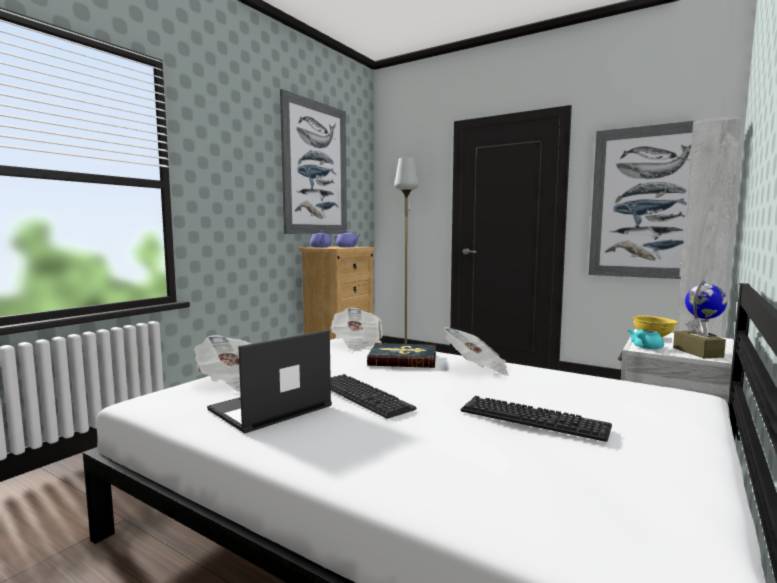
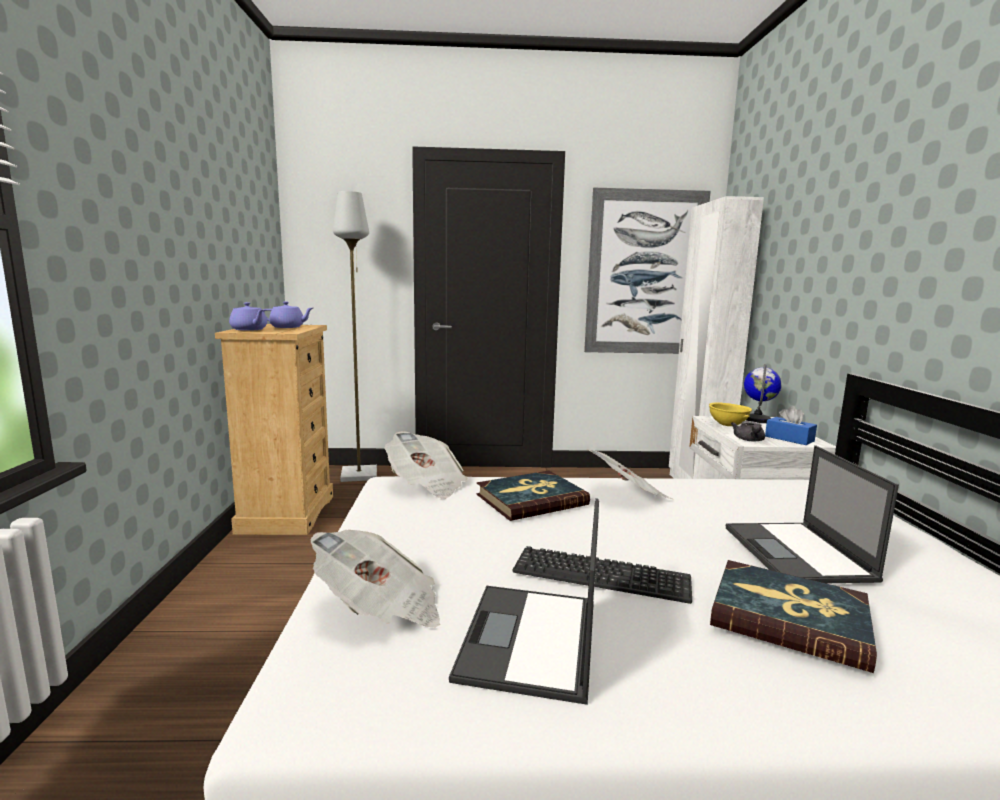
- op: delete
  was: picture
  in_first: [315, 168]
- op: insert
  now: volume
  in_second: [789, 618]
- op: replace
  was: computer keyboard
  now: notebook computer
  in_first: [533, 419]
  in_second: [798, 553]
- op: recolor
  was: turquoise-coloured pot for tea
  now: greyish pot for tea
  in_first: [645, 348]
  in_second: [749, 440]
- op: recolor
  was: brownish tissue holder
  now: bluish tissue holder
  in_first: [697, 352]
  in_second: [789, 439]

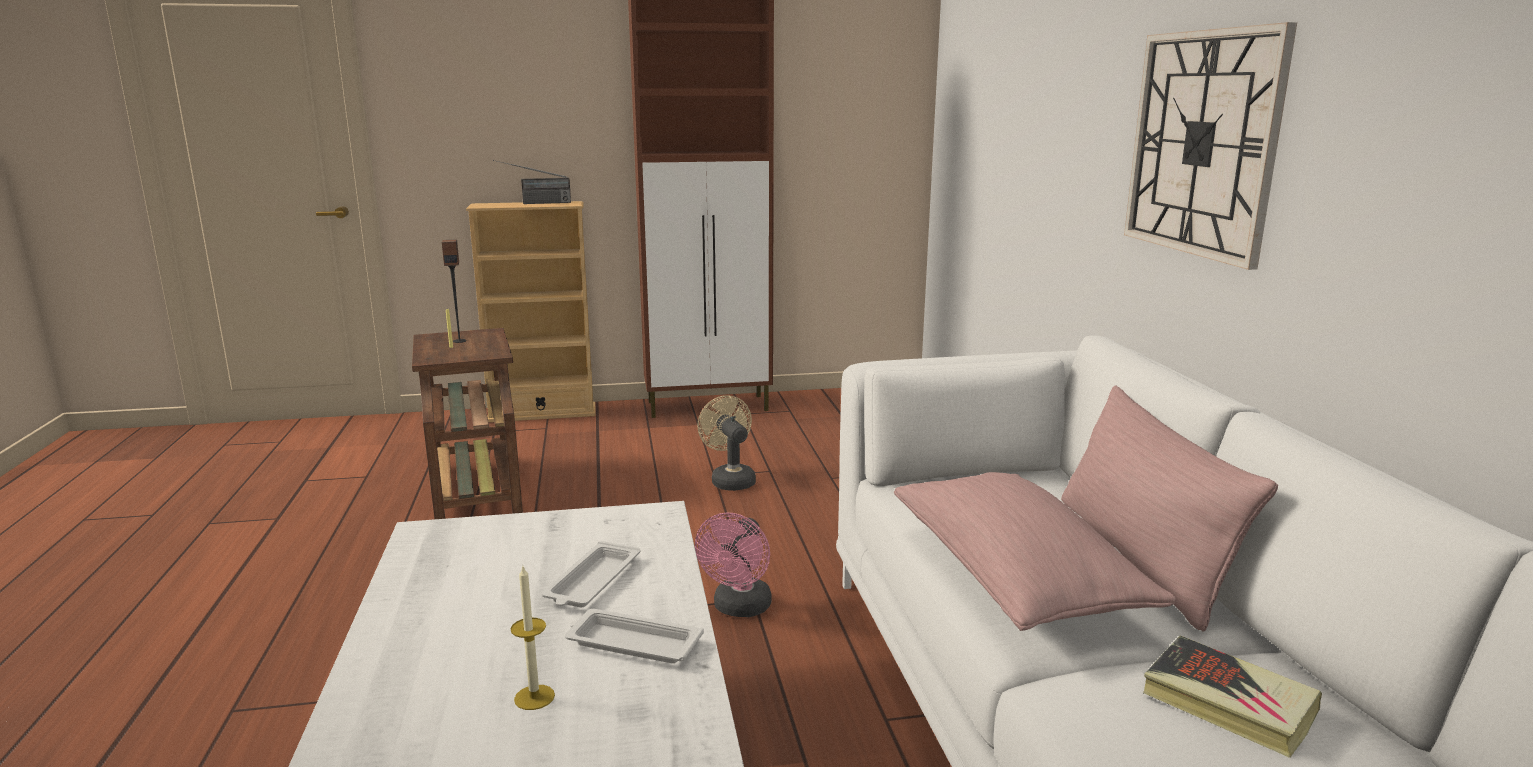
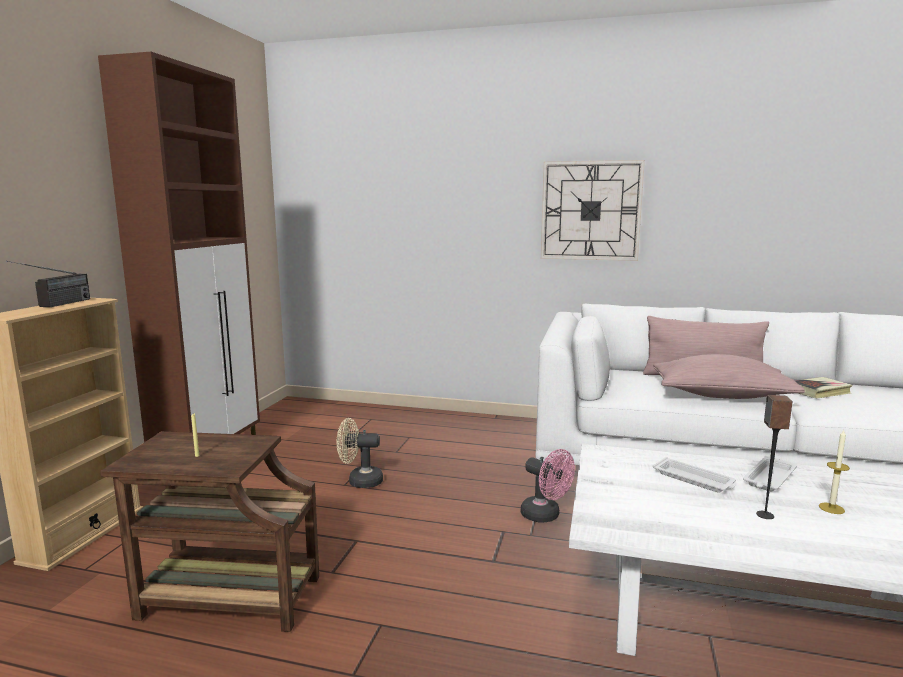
- op: move
  was: audio speaker
  in_first: [459, 341]
  in_second: [764, 515]

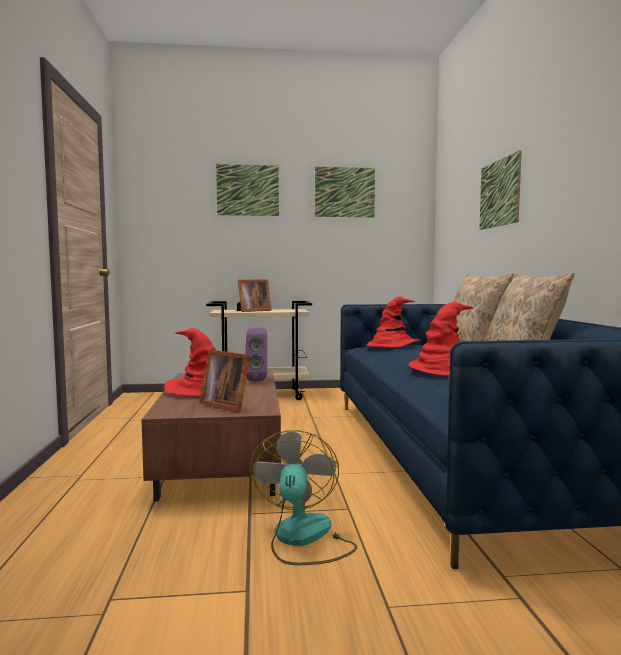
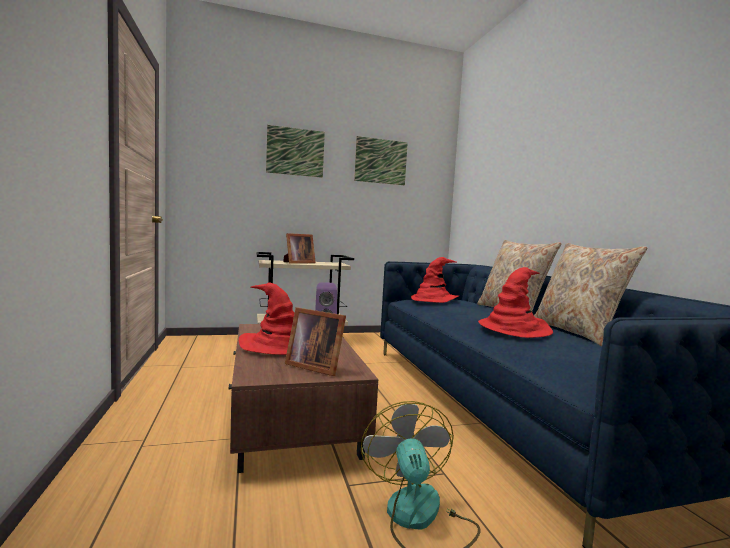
- op: delete
  was: picture
  in_first: [499, 193]

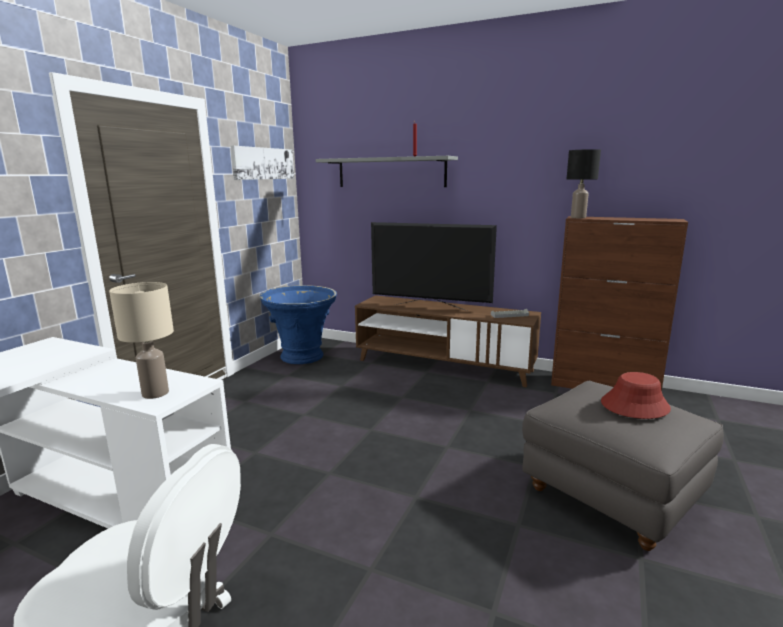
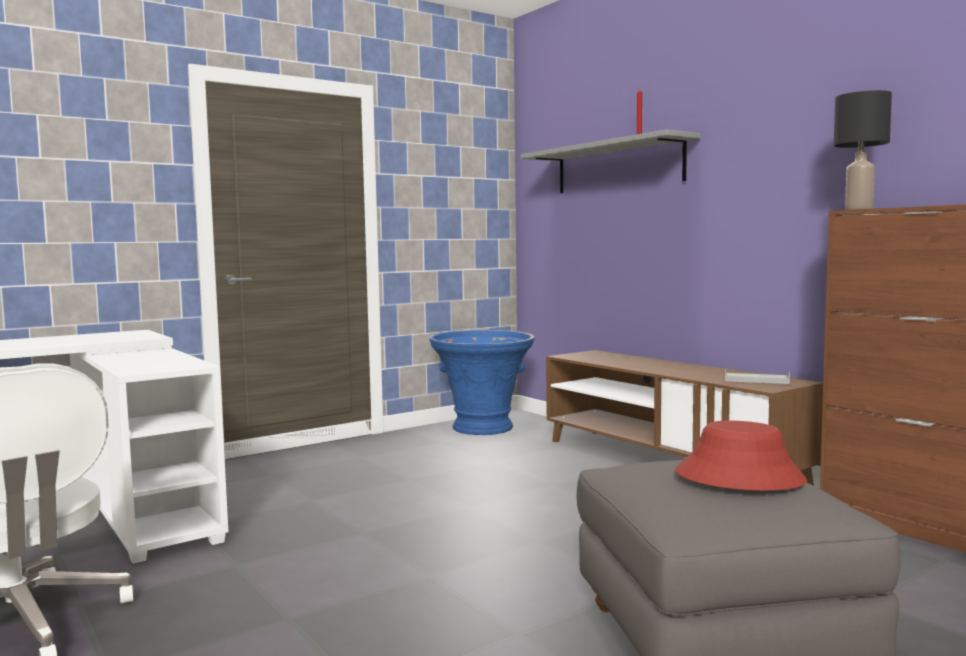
- op: delete
  was: sand-coloured tabletop lamp
  in_first: [156, 393]
- op: delete
  was: picture
  in_first: [263, 163]
- op: delete
  was: TV set
  in_first: [430, 307]

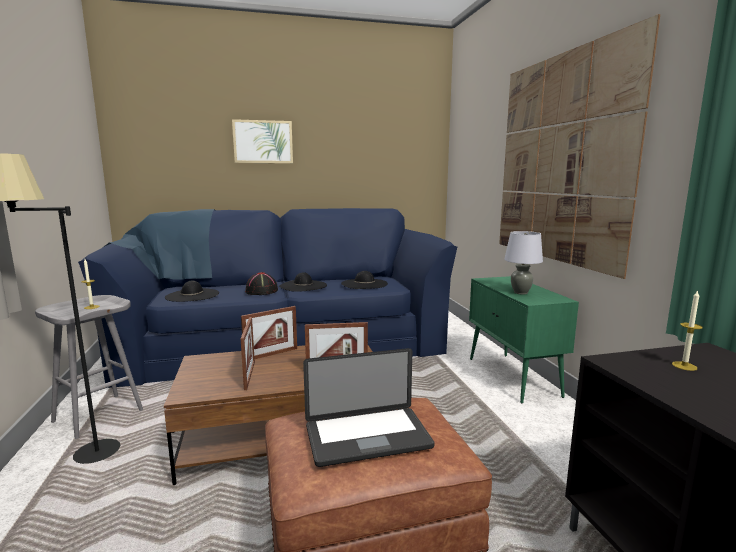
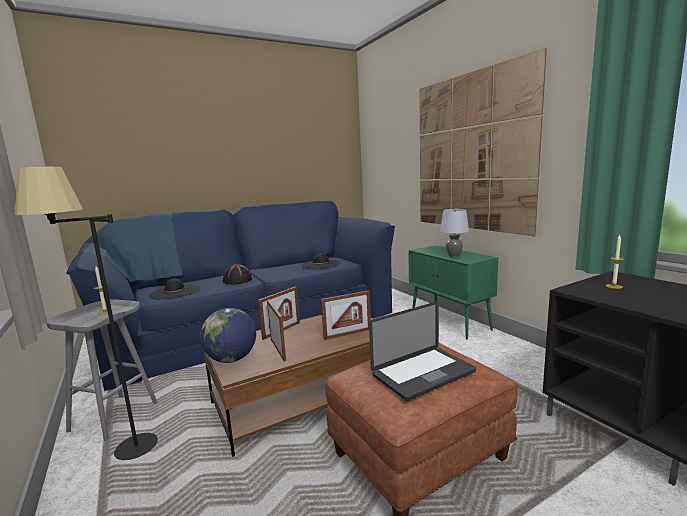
- op: delete
  was: picture
  in_first: [263, 142]
- op: delete
  was: black-coloured clothing hat
  in_first: [303, 286]
- op: insert
  now: globe
  in_second: [232, 359]

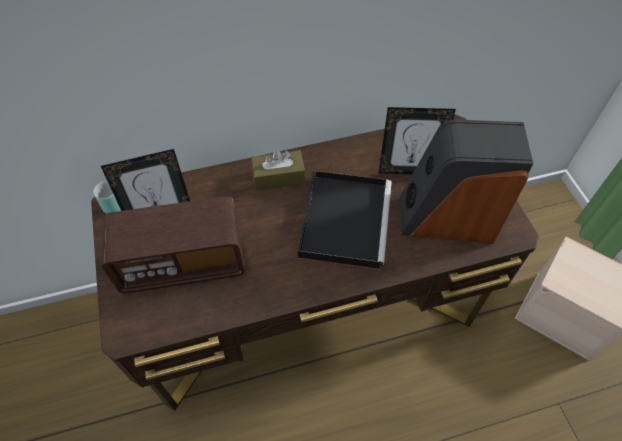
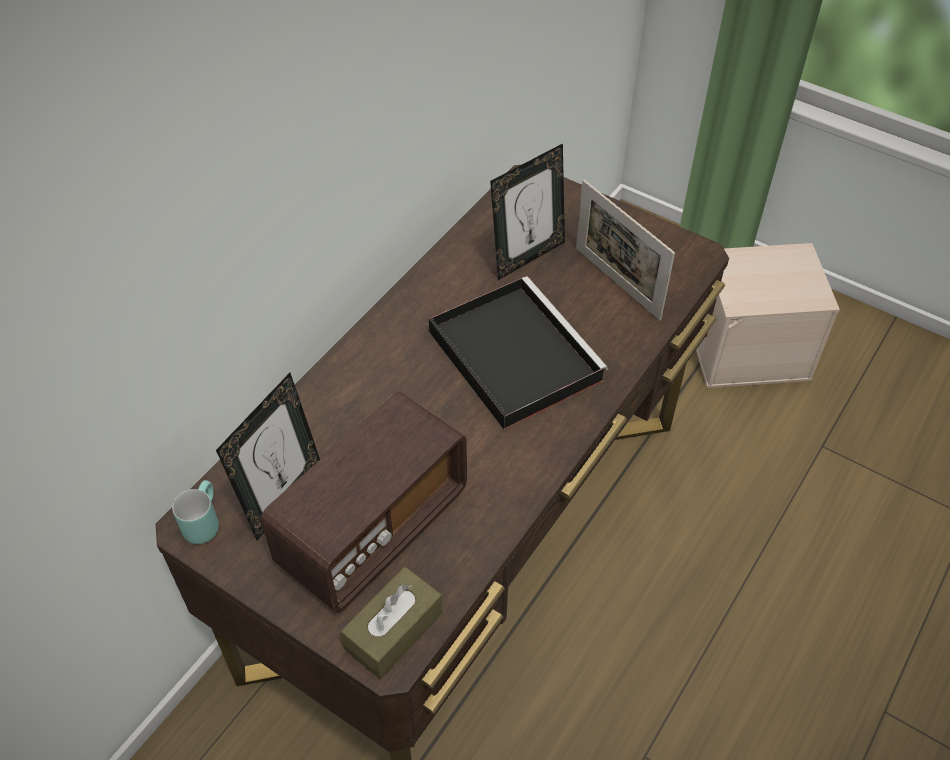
- op: move
  was: brownish tissue holder
  in_first: [278, 177]
  in_second: [394, 631]
- op: replace
  was: audio speaker
  now: picture frame
  in_first: [446, 218]
  in_second: [617, 283]

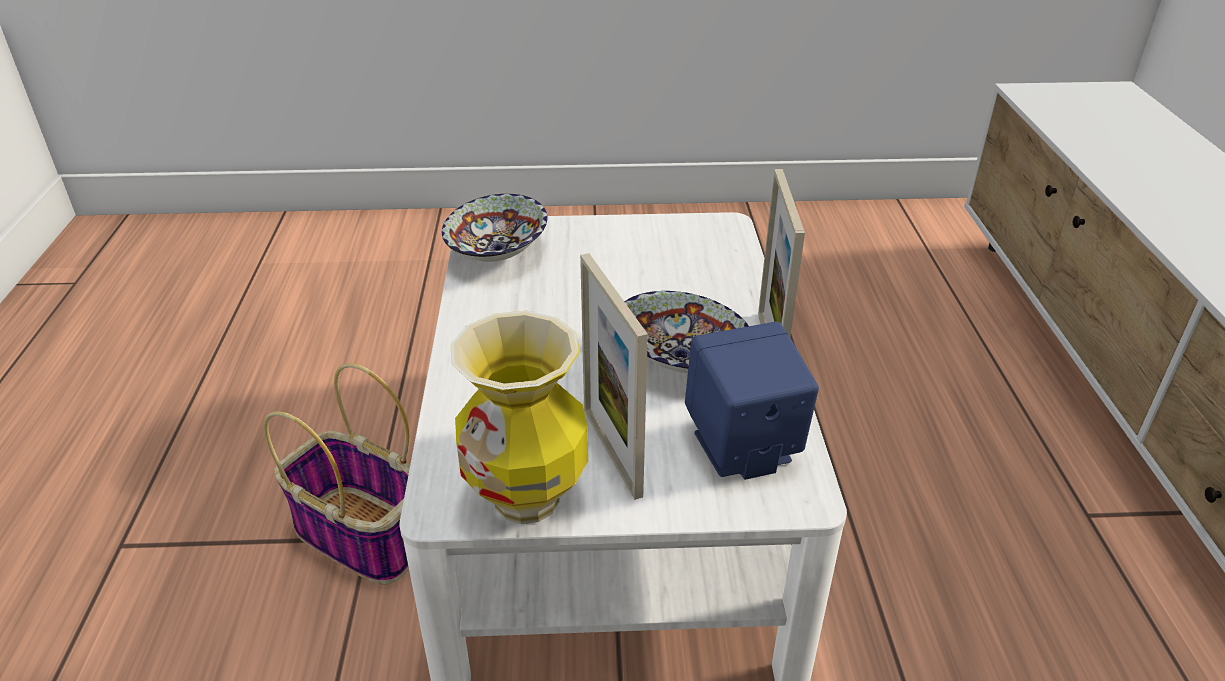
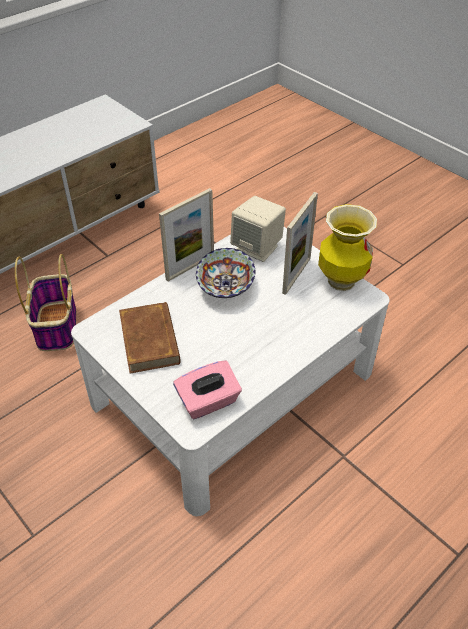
- op: insert
  now: brownish volume
  in_second: [150, 340]
- op: move
  was: storage basket
  in_first: [365, 536]
  in_second: [56, 325]
- op: replace
  was: bowl
  now: pinkish tissue holder
  in_first: [499, 253]
  in_second: [208, 402]
- op: recolor
  was: bluish audio speaker
  now: sand-coloured audio speaker
  in_first: [742, 448]
  in_second: [257, 248]

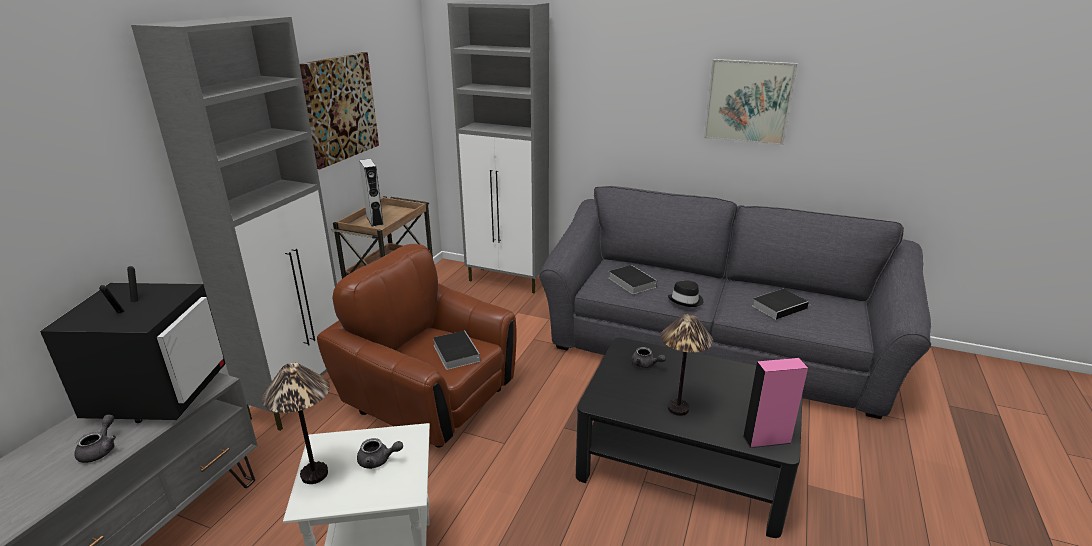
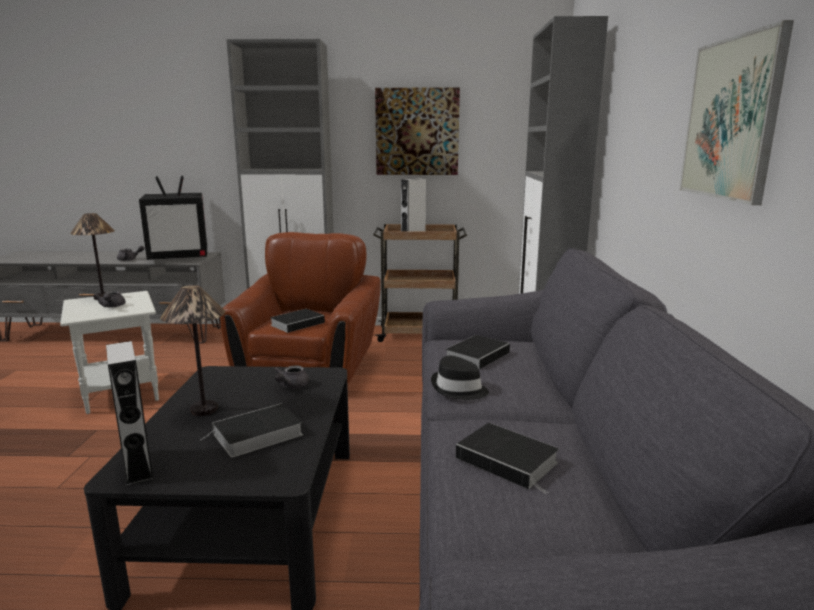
- op: insert
  now: volume
  in_second: [256, 435]
- op: recolor
  was: pinkish audio speaker
  now: greyish audio speaker
  in_first: [767, 439]
  in_second: [137, 467]

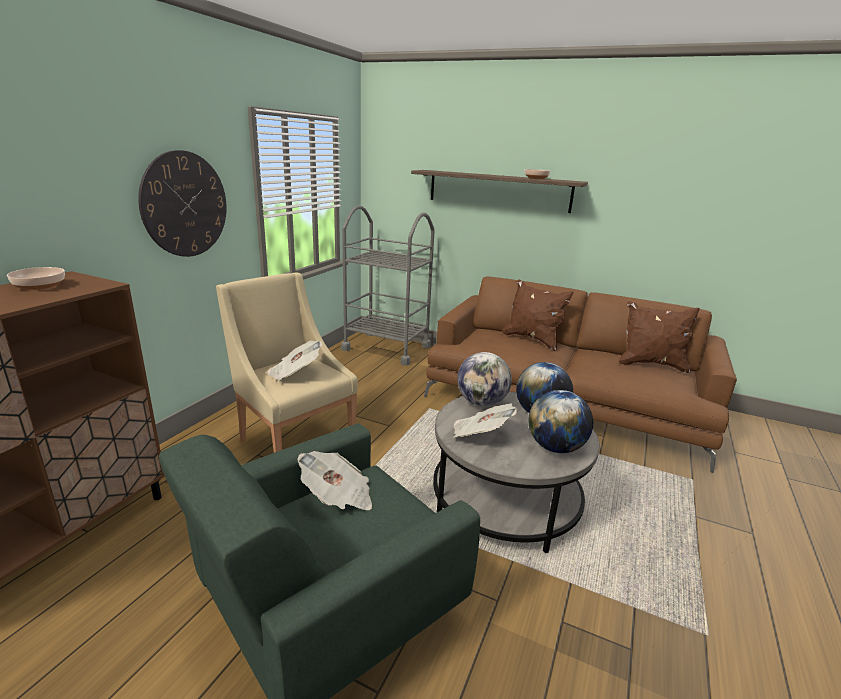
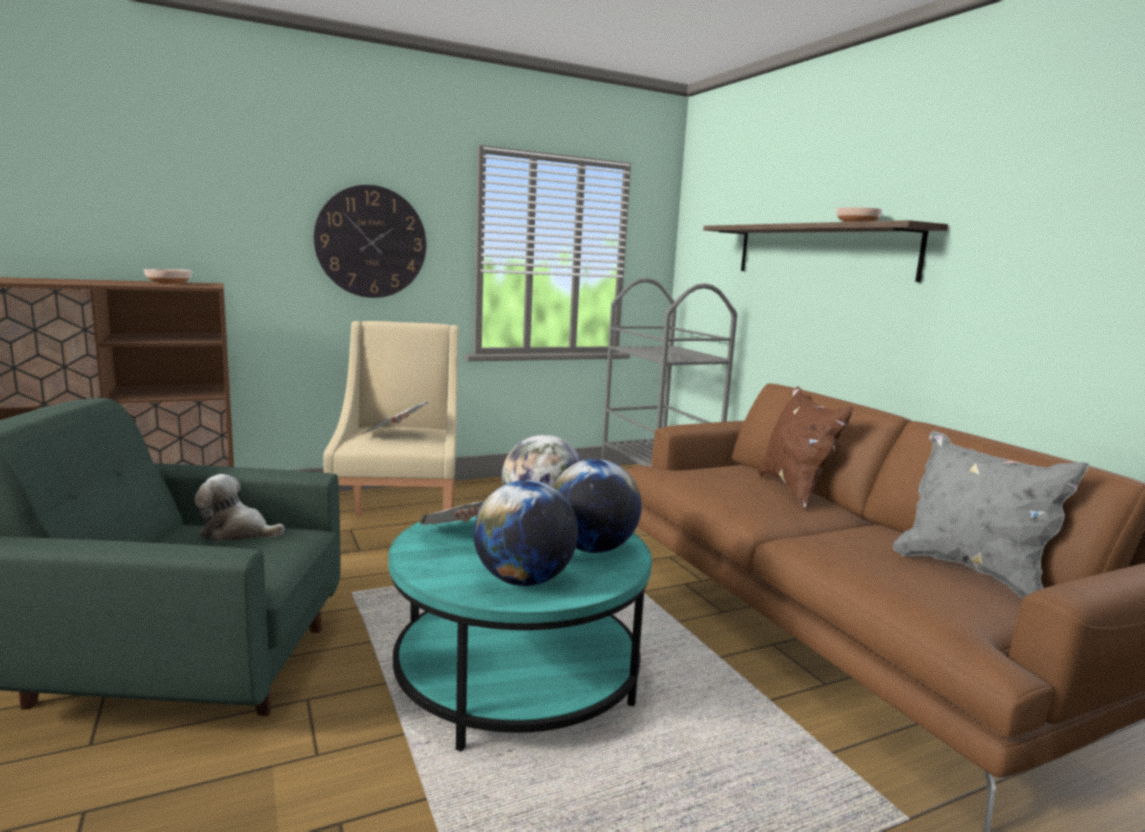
- op: replace
  was: printed paper
  now: soft toy
  in_first: [338, 496]
  in_second: [237, 532]
- op: recolor
  was: greyish coffee table
  now: turquoise-coloured coffee table
  in_first: [505, 499]
  in_second: [517, 675]
- op: recolor
  was: brownish throw pillow
  now: greyish throw pillow
  in_first: [651, 364]
  in_second: [971, 572]

